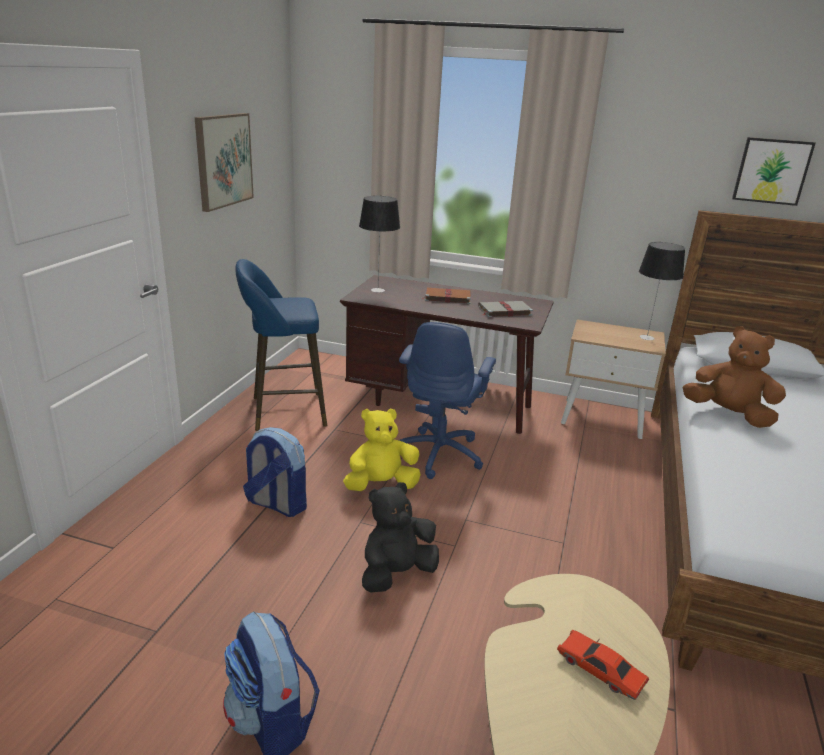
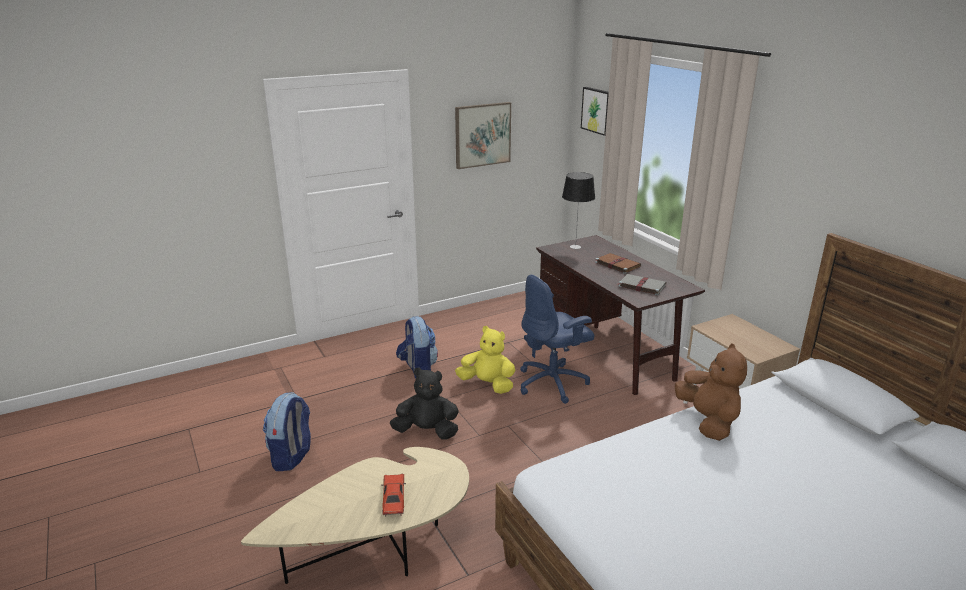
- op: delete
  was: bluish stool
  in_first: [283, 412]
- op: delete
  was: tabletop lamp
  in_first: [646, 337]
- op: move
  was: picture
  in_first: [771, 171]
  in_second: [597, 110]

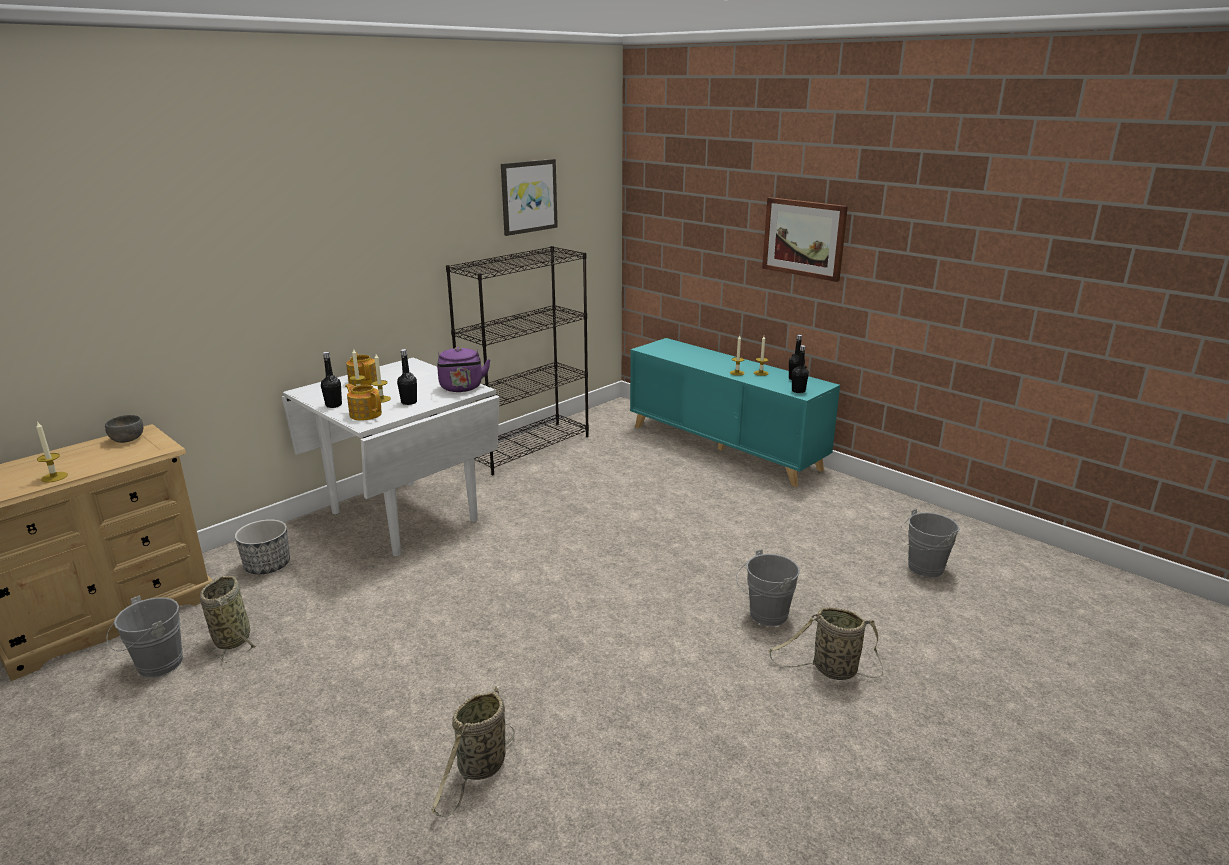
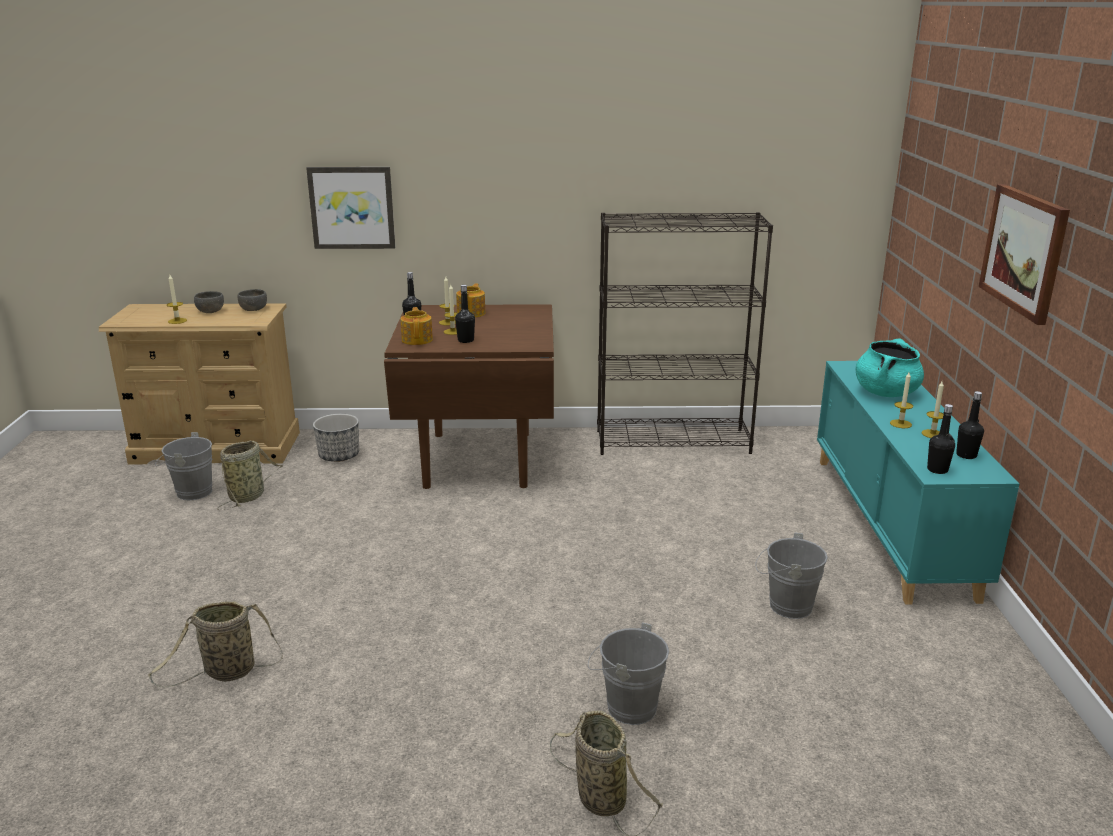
- op: delete
  was: purple water kettle
  in_first: [461, 388]
- op: insert
  now: greyish bowl
  in_second: [210, 311]
- op: insert
  now: turquoise-coloured saucepot
  in_second: [886, 393]
- op: move
  was: picture
  in_first: [528, 196]
  in_second: [352, 207]
- op: move
  was: greyish bucket
  in_first: [922, 569]
  in_second: [785, 605]
- op: recolor
  was: white dinner table
  now: brownish dinner table
  in_first: [405, 515]
  in_second: [480, 459]

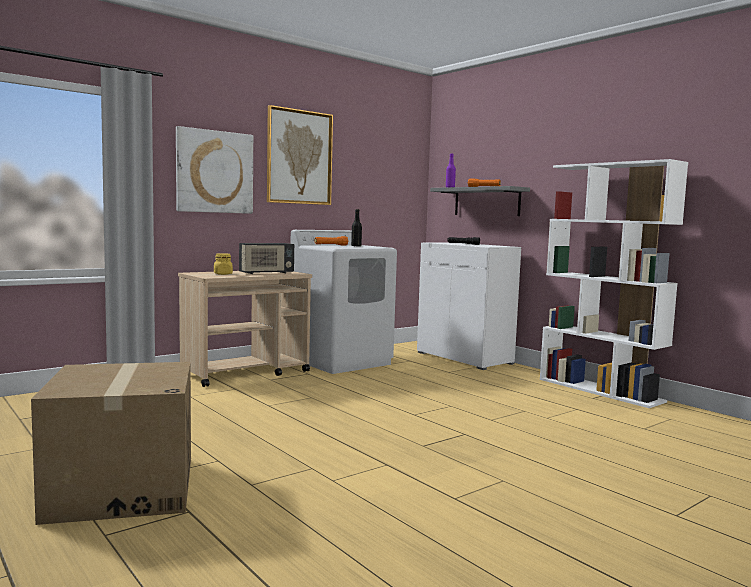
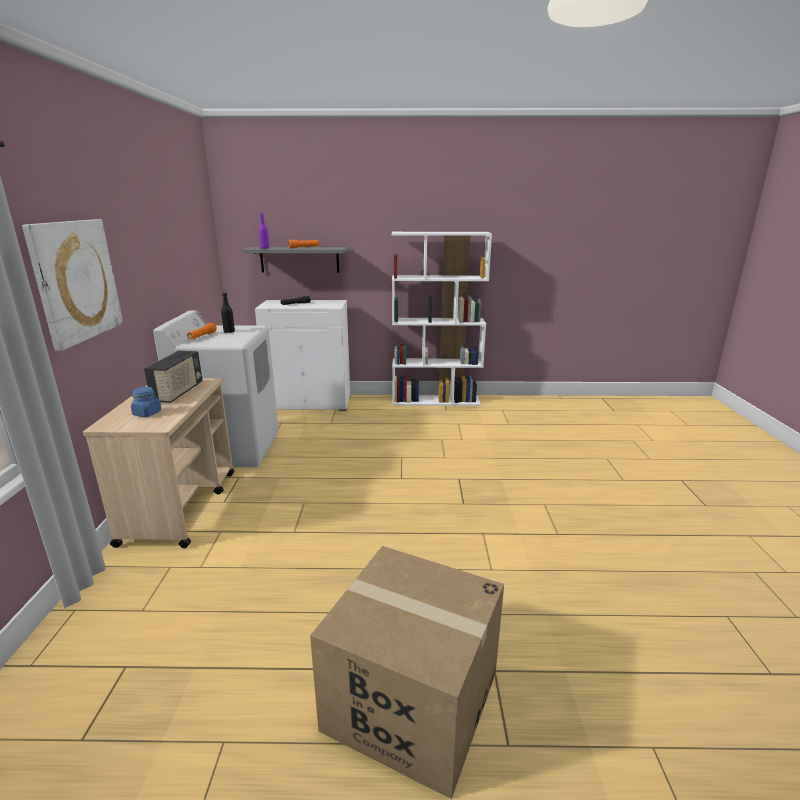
- op: delete
  was: picture
  in_first: [299, 157]
- op: recolor
  was: yellow jar
  now: bluish jar
  in_first: [223, 274]
  in_second: [147, 413]

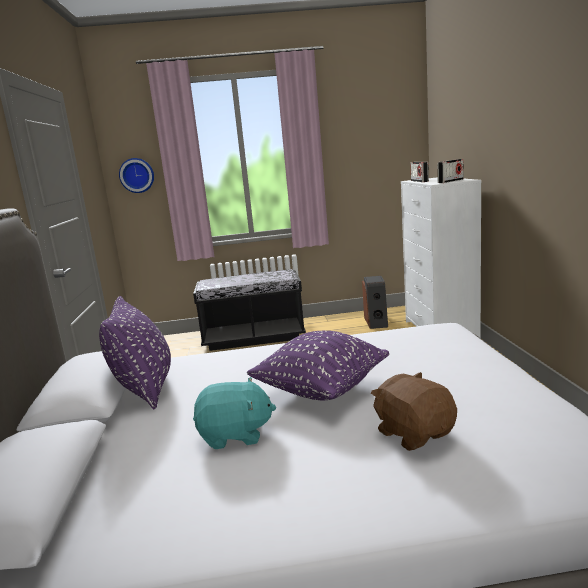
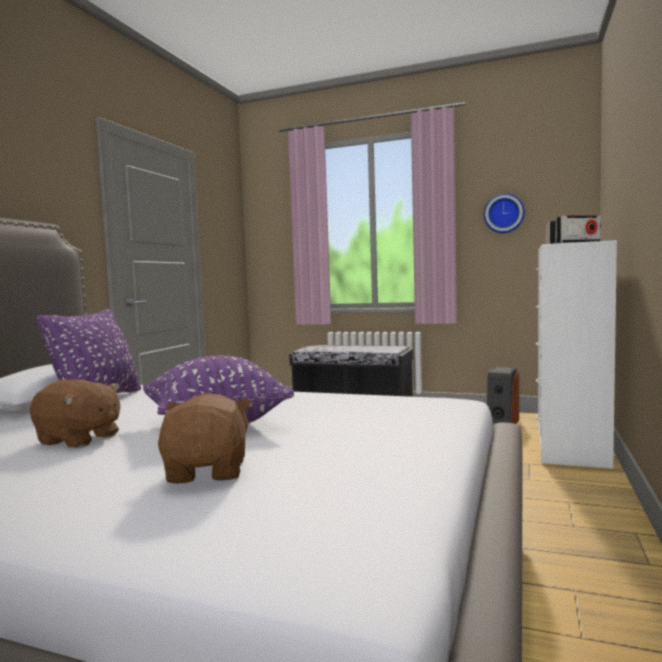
- op: move
  was: wall clock
  in_first: [137, 175]
  in_second: [504, 213]
- op: recolor
  was: turquoise-coloured soft toy
  now: brownish soft toy
  in_first: [235, 435]
  in_second: [79, 439]

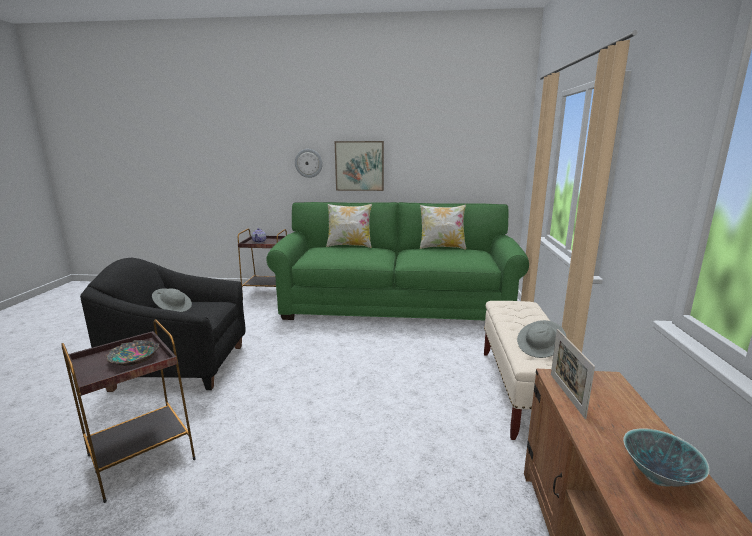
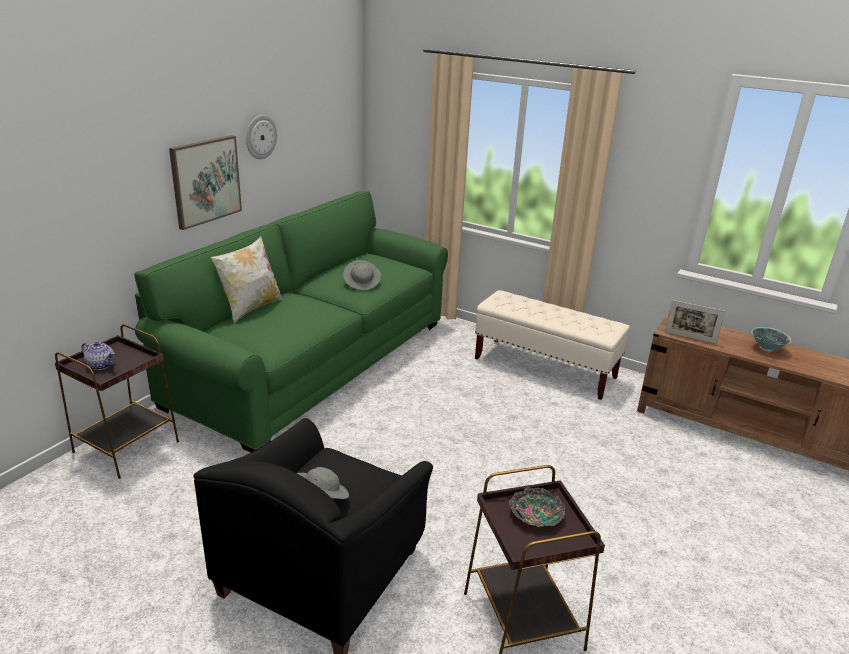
- op: delete
  was: throw pillow
  in_first: [442, 247]
- op: move
  was: wall clock
  in_first: [308, 163]
  in_second: [260, 137]
- op: move
  was: greyish clothing hat
  in_first: [540, 349]
  in_second: [362, 283]

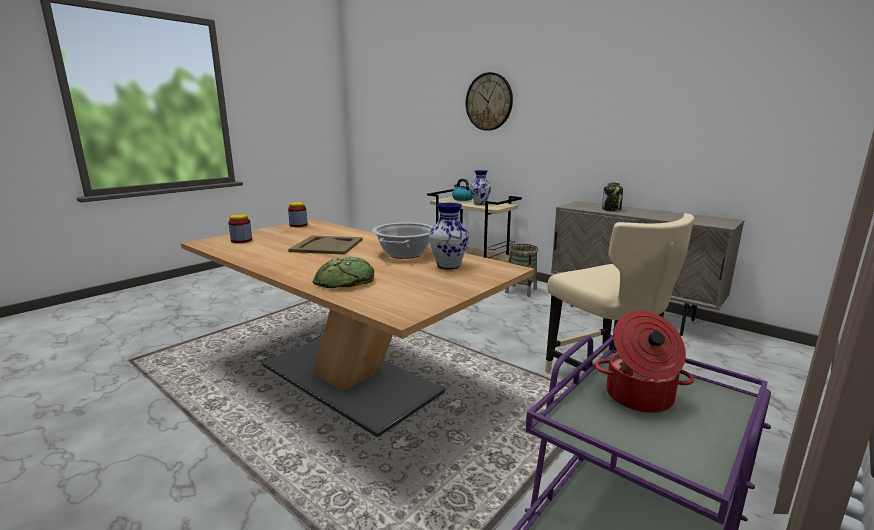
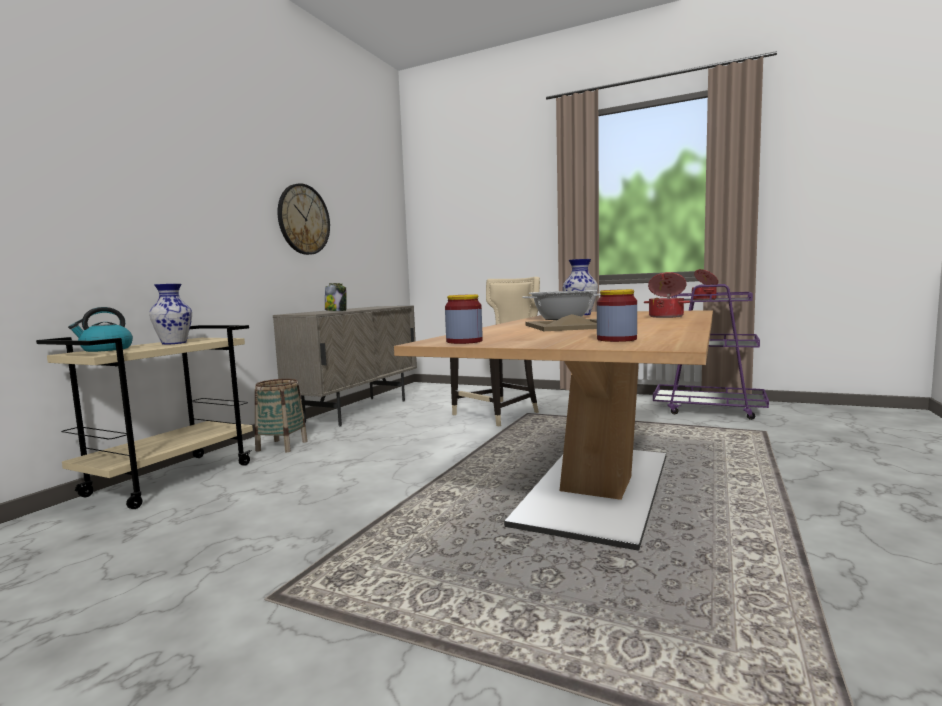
- op: move
  was: wall clock
  in_first: [489, 102]
  in_second: [303, 219]
- op: replace
  was: bread
  now: saucepot
  in_first: [345, 280]
  in_second: [666, 316]

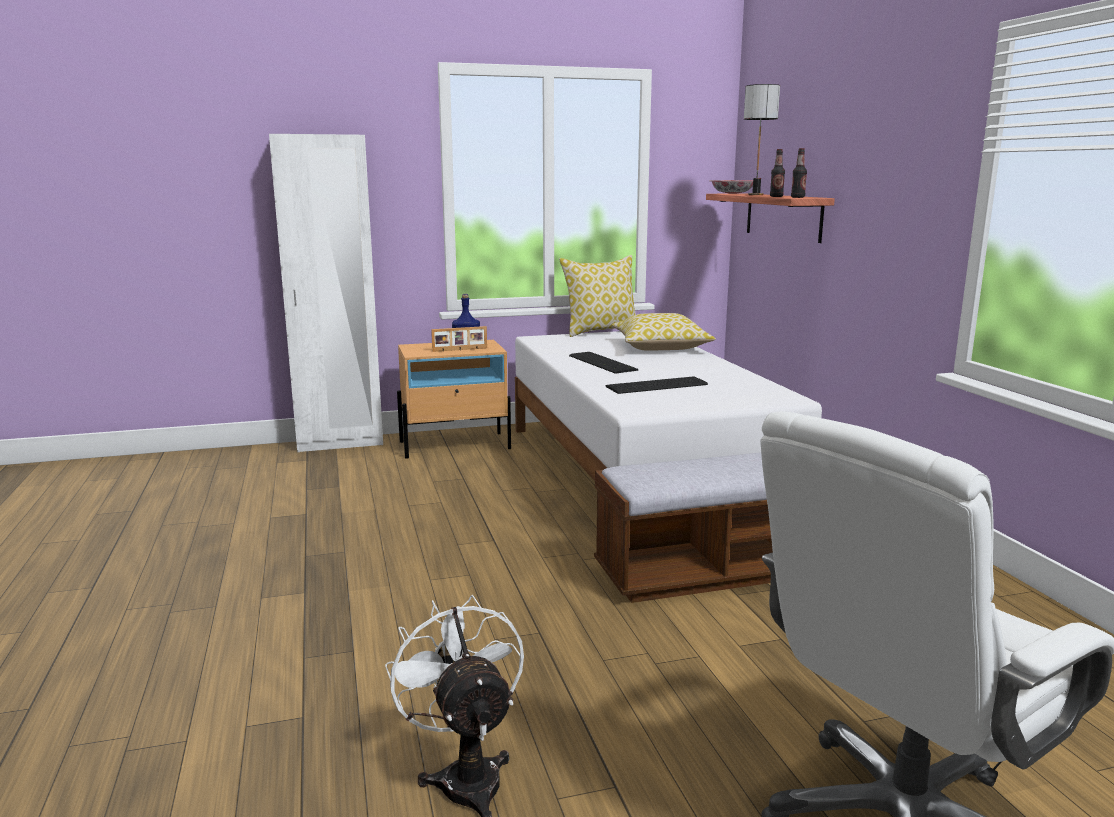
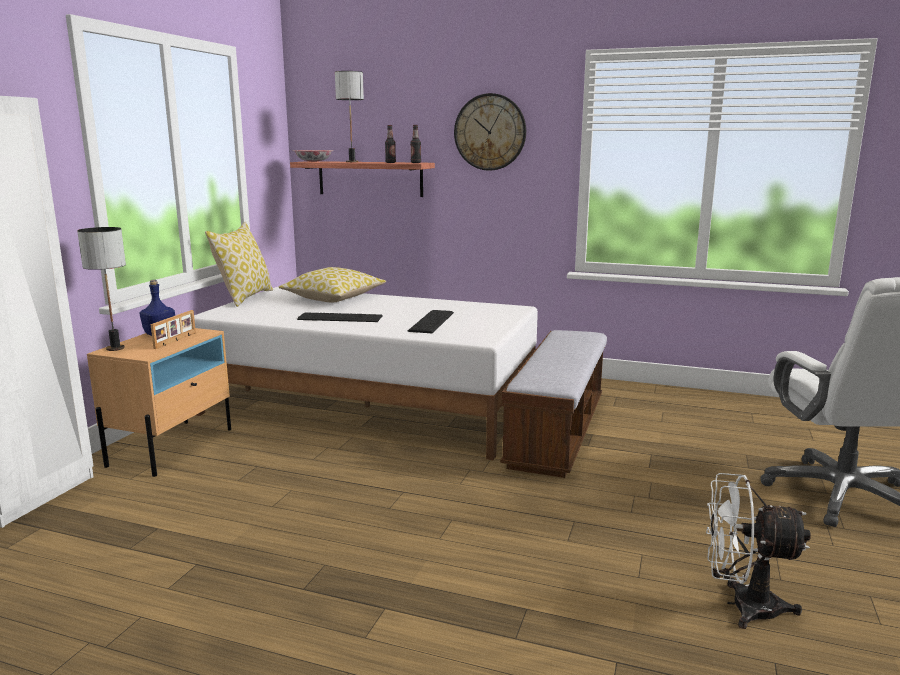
- op: insert
  now: tabletop lamp
  in_second: [115, 348]
- op: insert
  now: wall clock
  in_second: [490, 132]

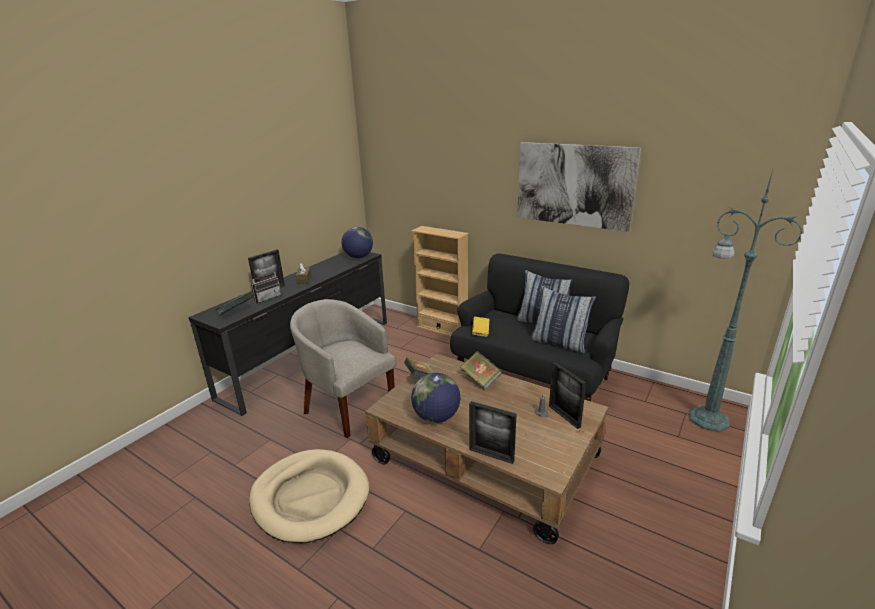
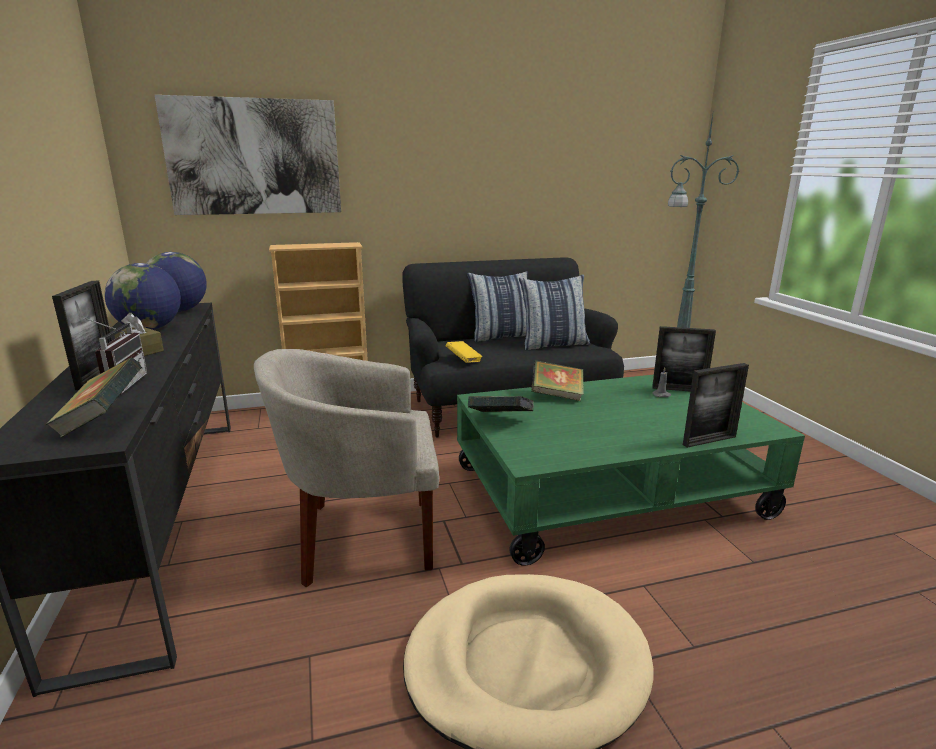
- op: move
  was: globe
  in_first: [436, 417]
  in_second: [150, 329]
- op: move
  was: picture
  in_first: [573, 185]
  in_second: [254, 157]
- op: recolor
  was: brownish coffee table
  now: green-coloured coffee table
  in_first: [485, 458]
  in_second: [608, 491]

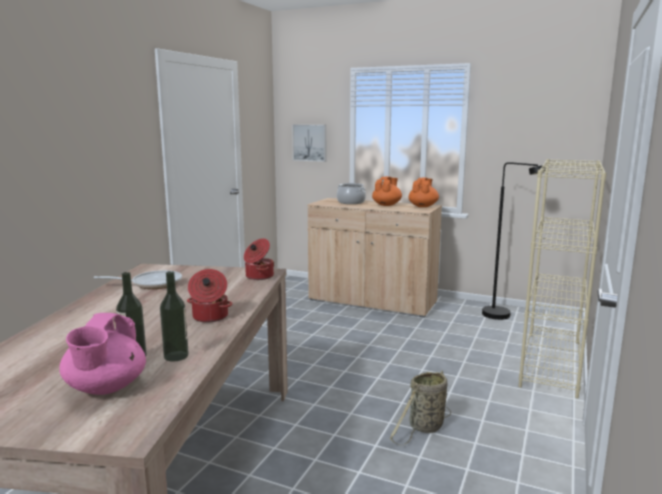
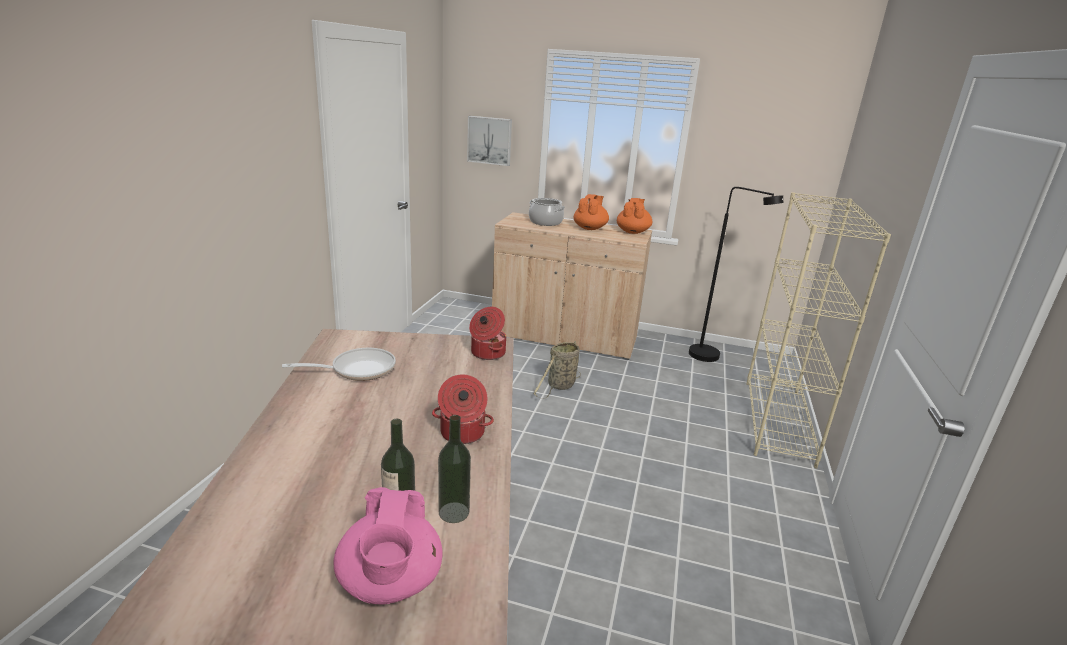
- op: move
  was: storage basket
  in_first: [424, 428]
  in_second: [560, 386]

